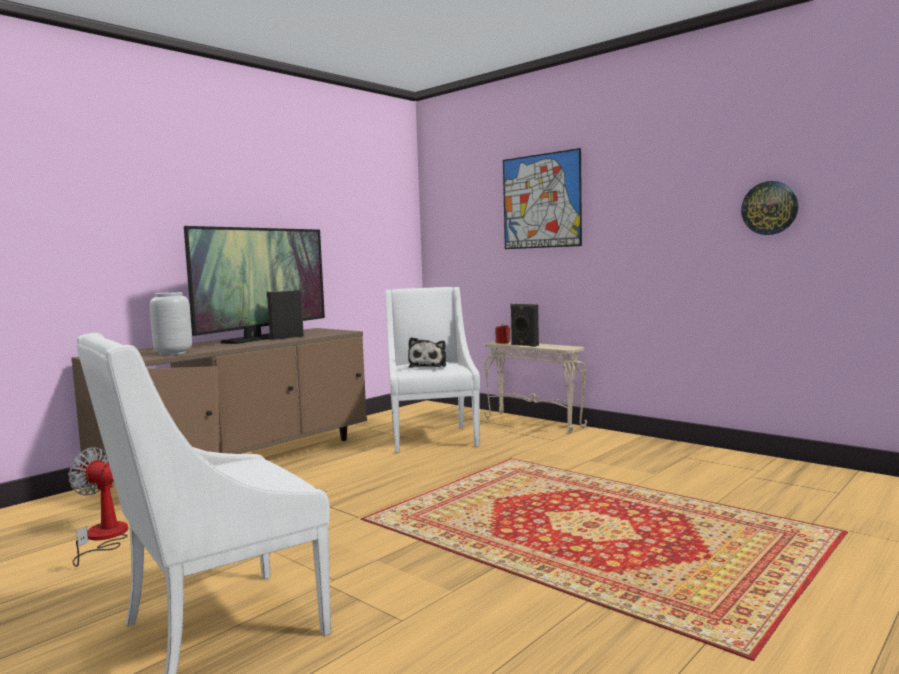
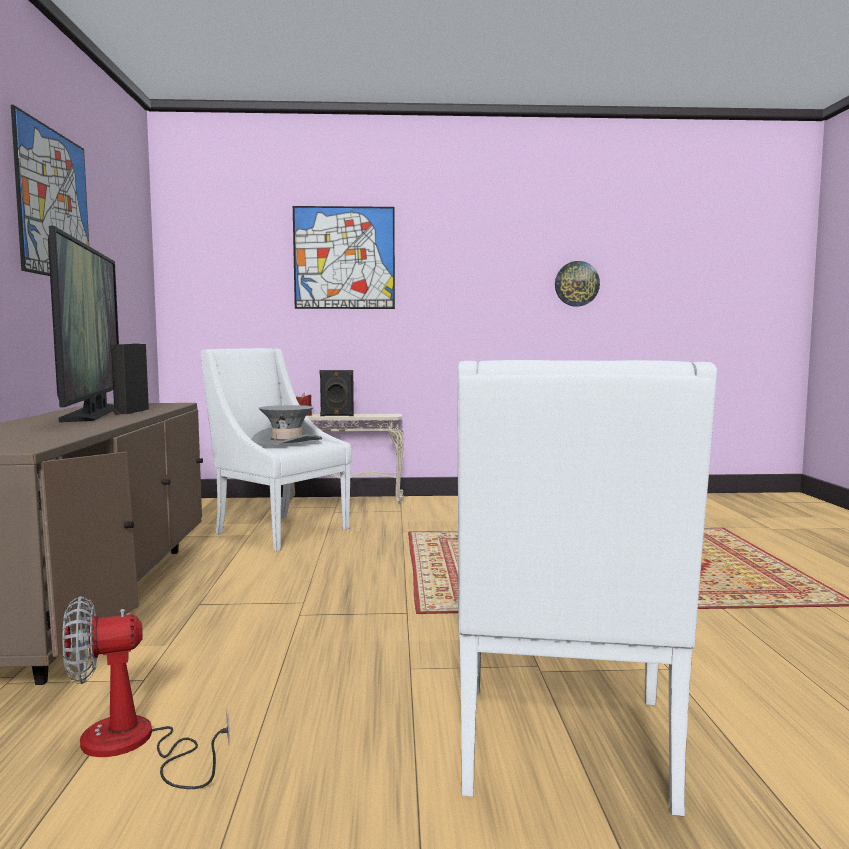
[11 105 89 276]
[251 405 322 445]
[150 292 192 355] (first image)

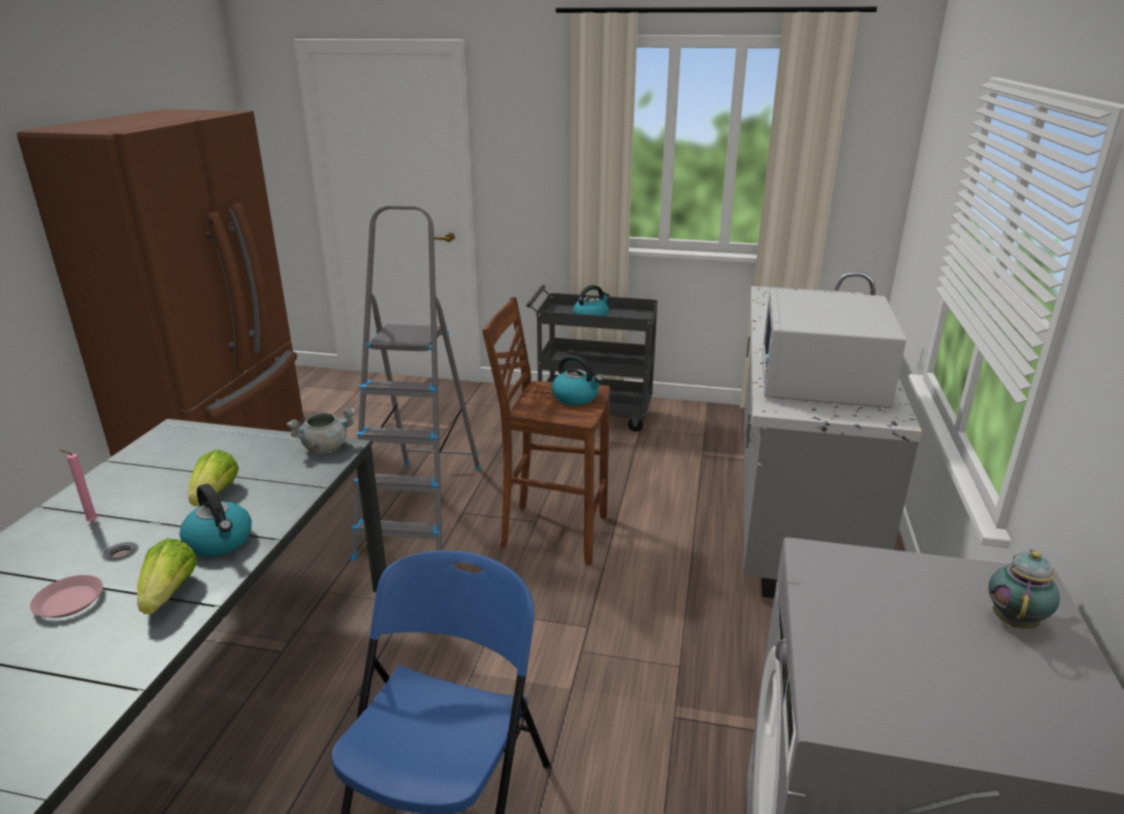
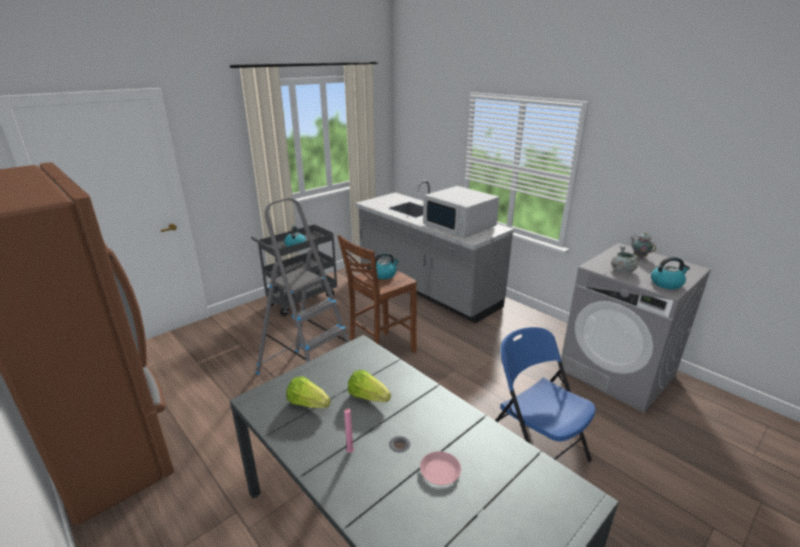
[286 377 331 408]
[611 246 638 272]
[651 257 690 289]

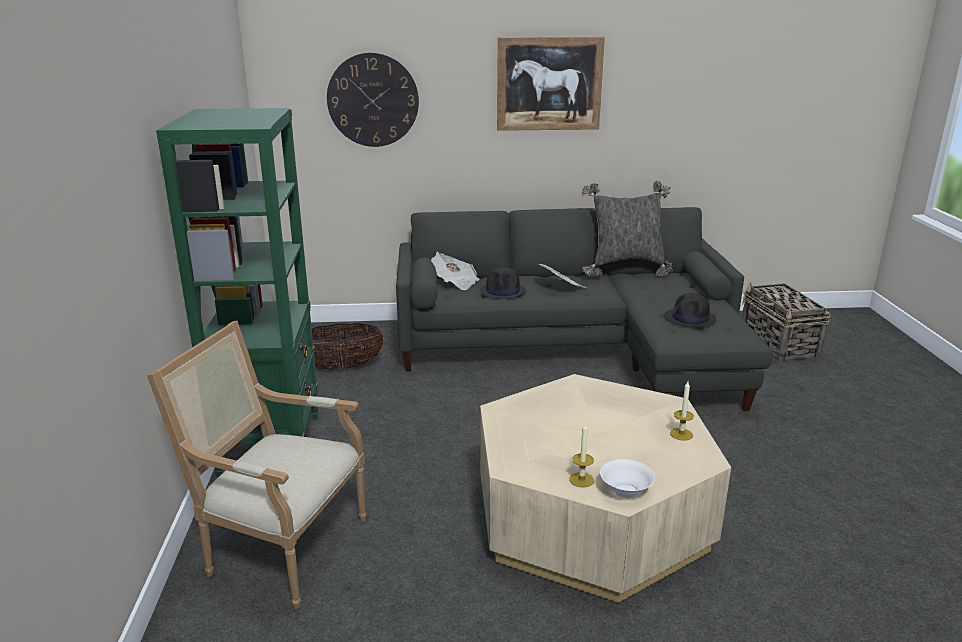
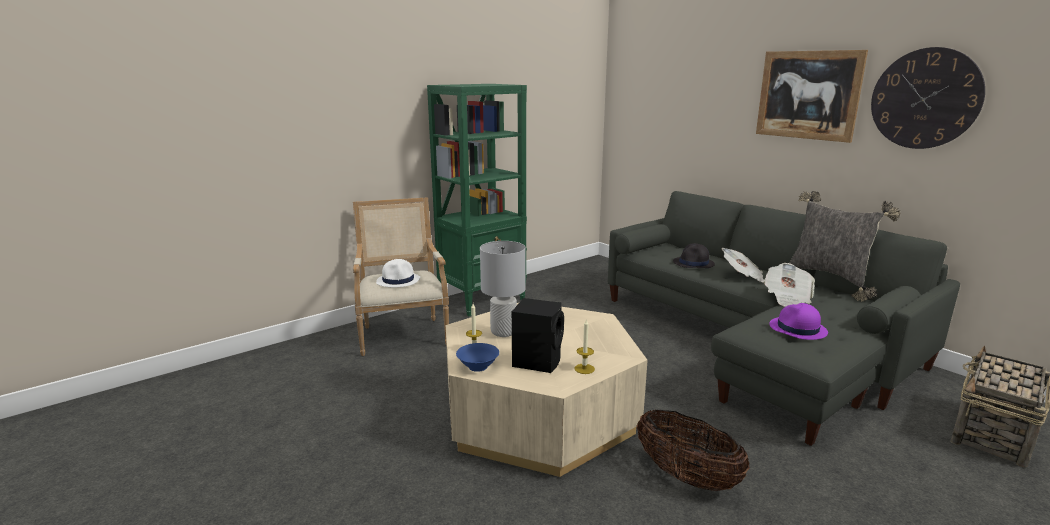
[376 259 420 287]
[456 343 499 372]
[480 241 526 337]
[512 298 564 373]
[637 409 750 491]
[764 263 815 307]
[769 303 828 340]
[871 47 985 149]

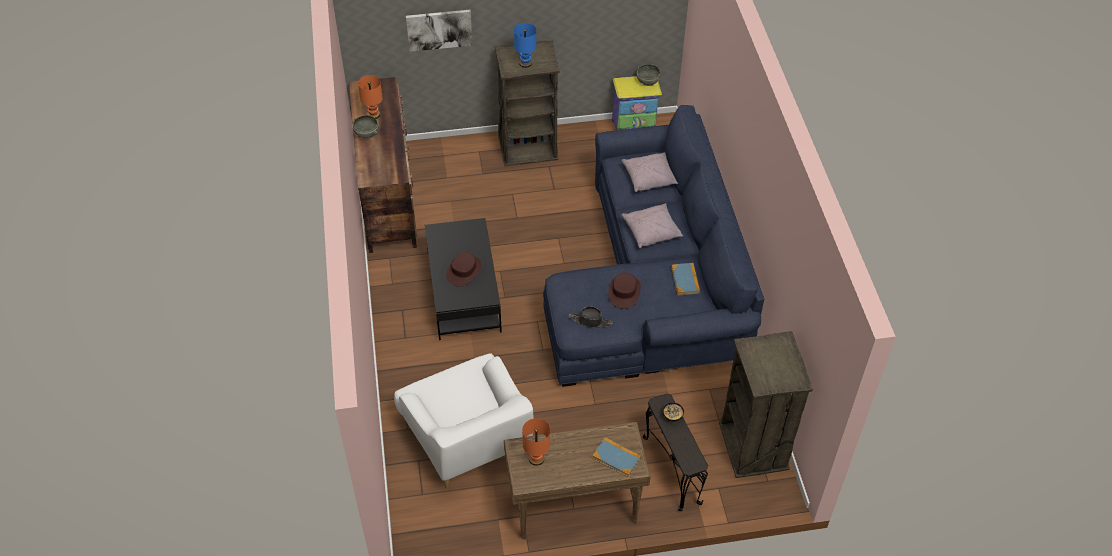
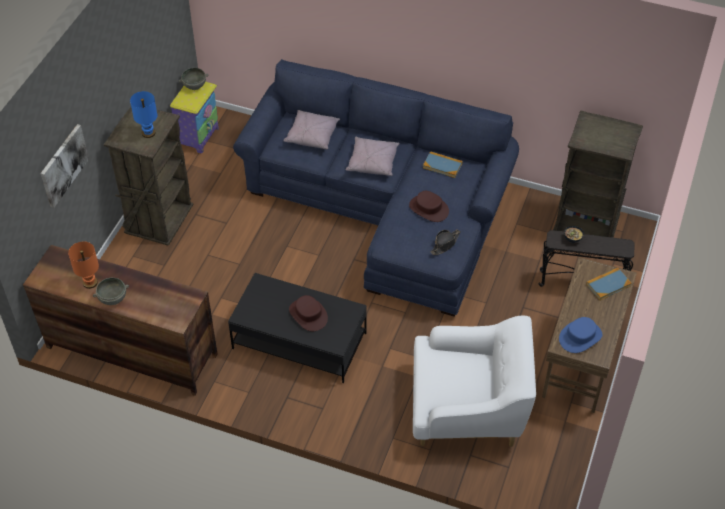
[559 317 603 353]

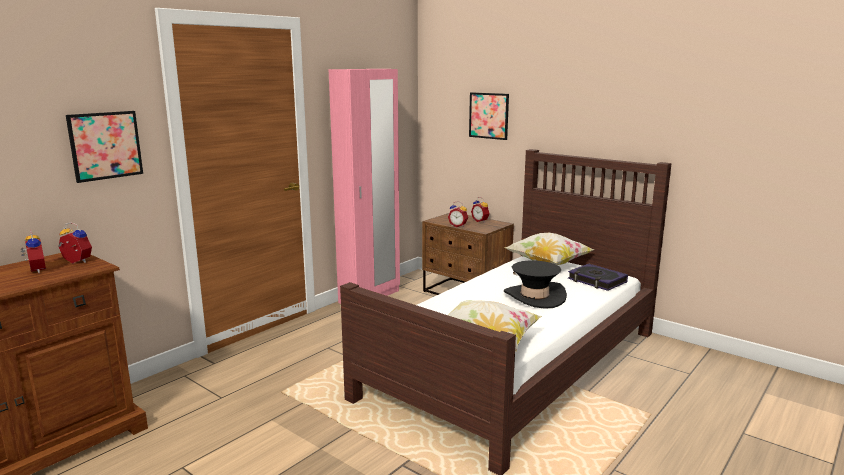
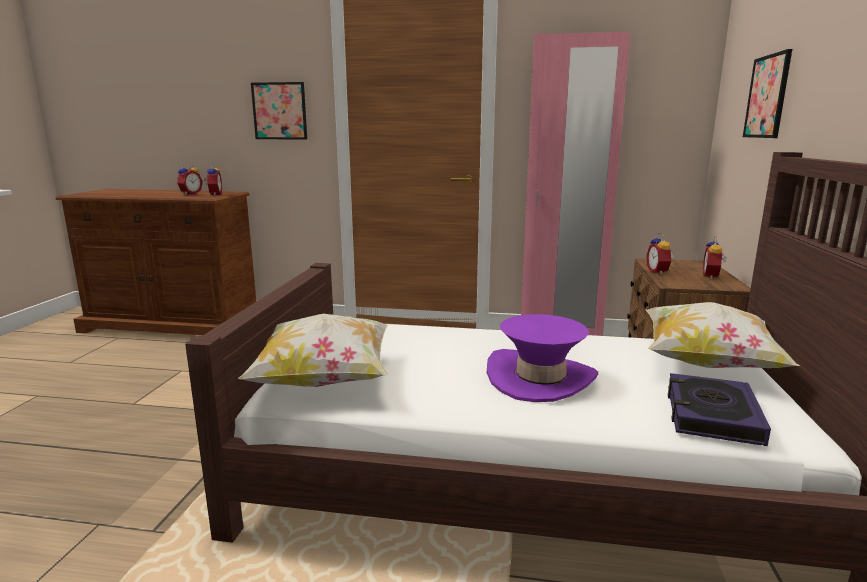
[487 314 598 402]

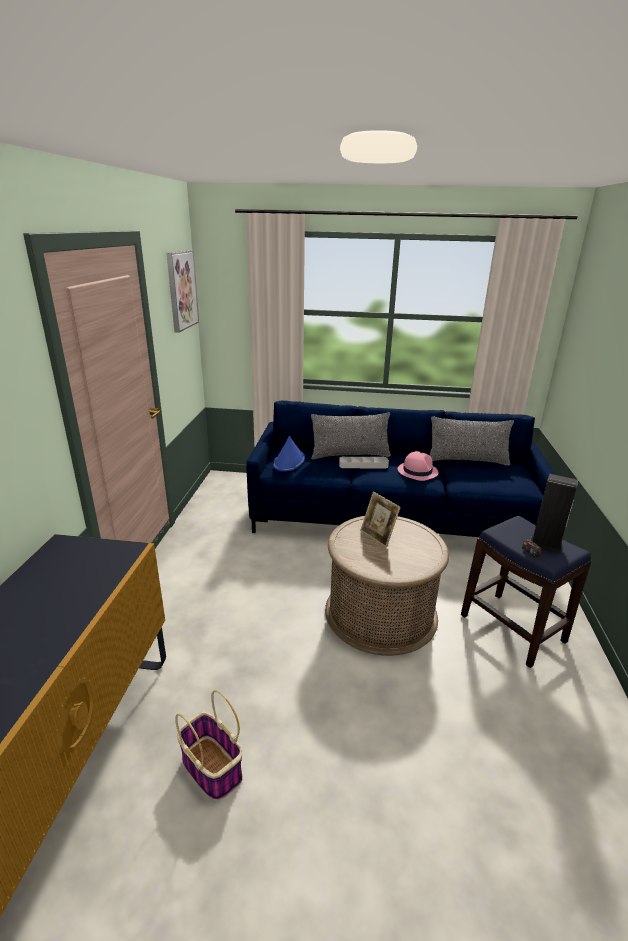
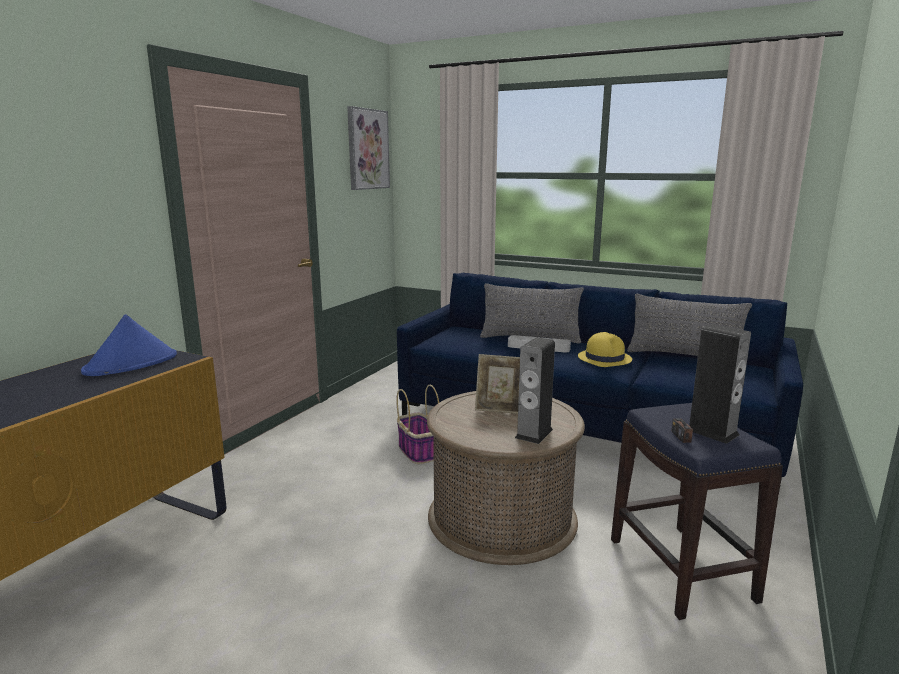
[81 314 177 376]
[396 385 439 464]
[475 354 520 414]
[515 337 555 444]
[578 332 632 367]

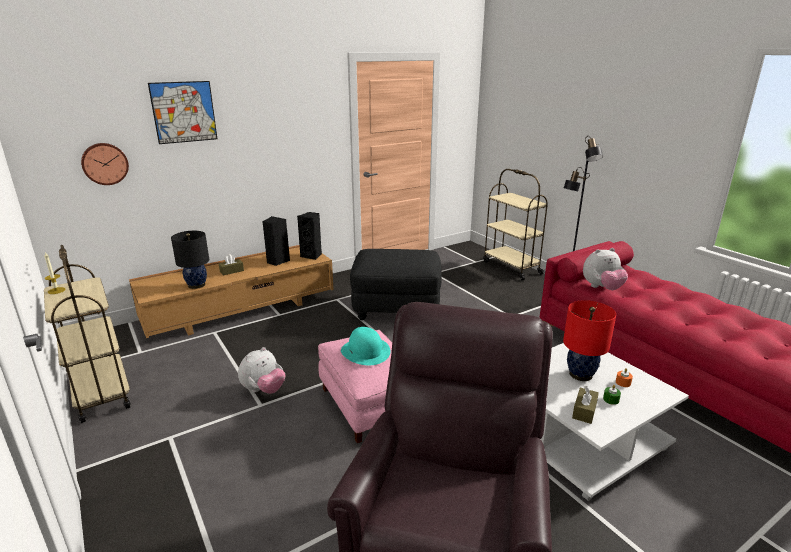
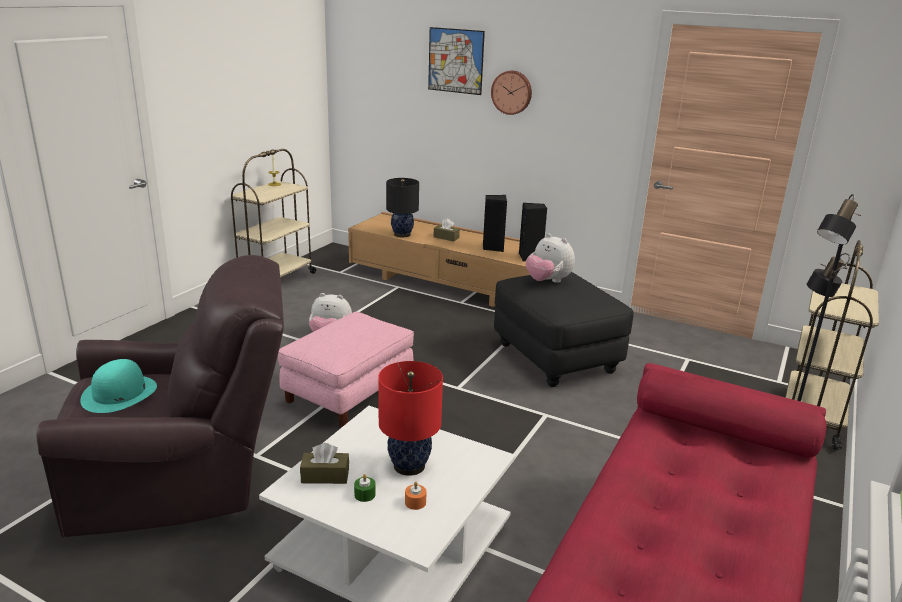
[80 359 157 413]
[491 71 532 115]
[526 233 575 283]

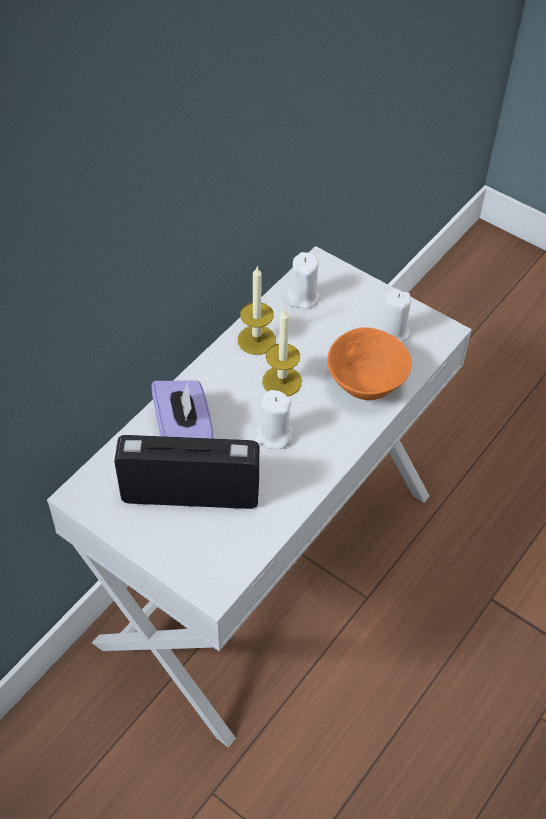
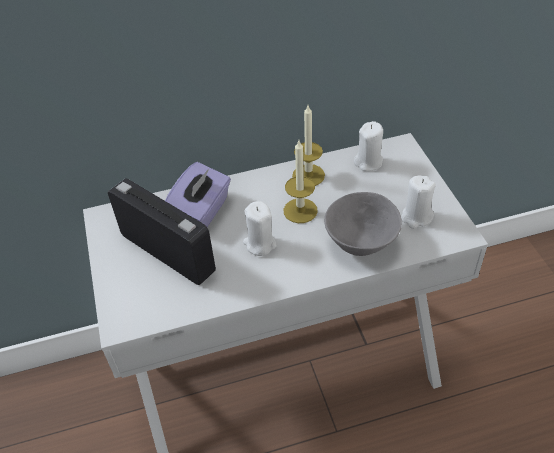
[324 192 402 256]

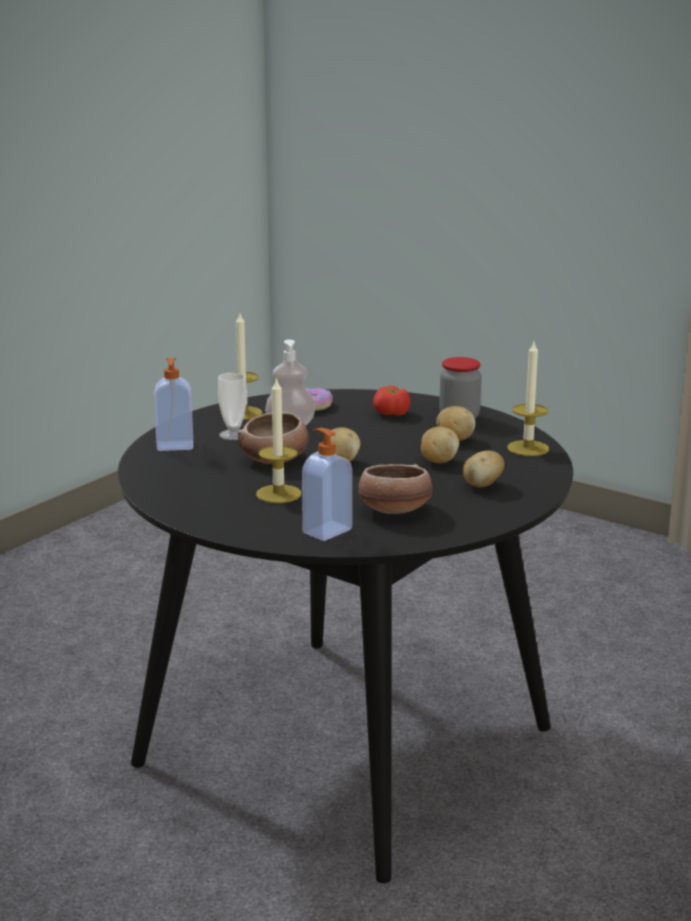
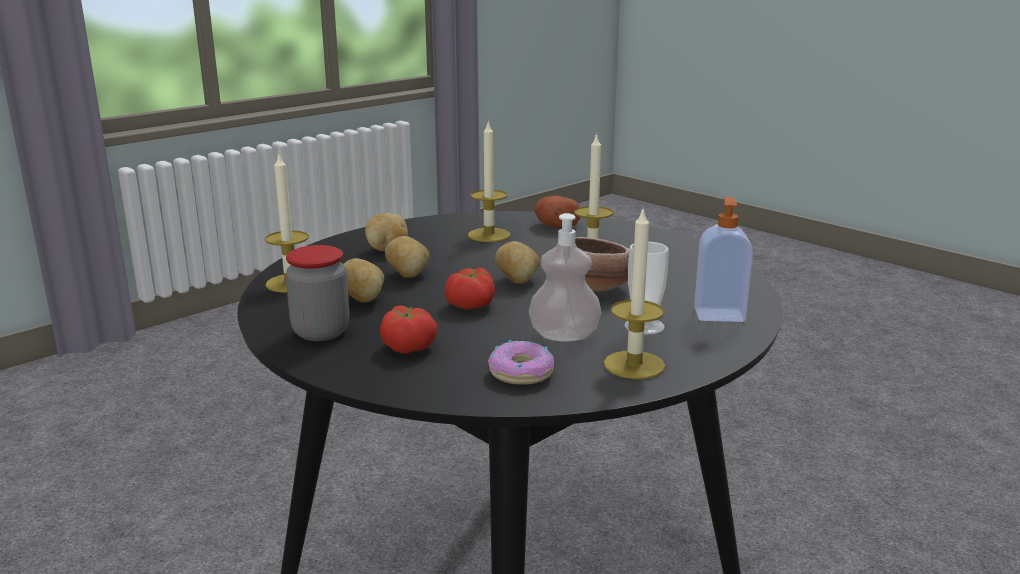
[445 268 495 310]
[468 120 511 242]
[534 196 580 228]

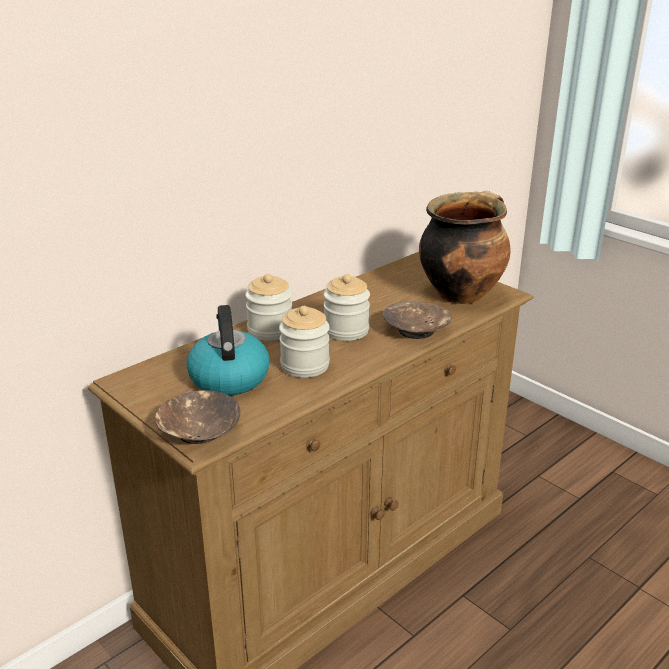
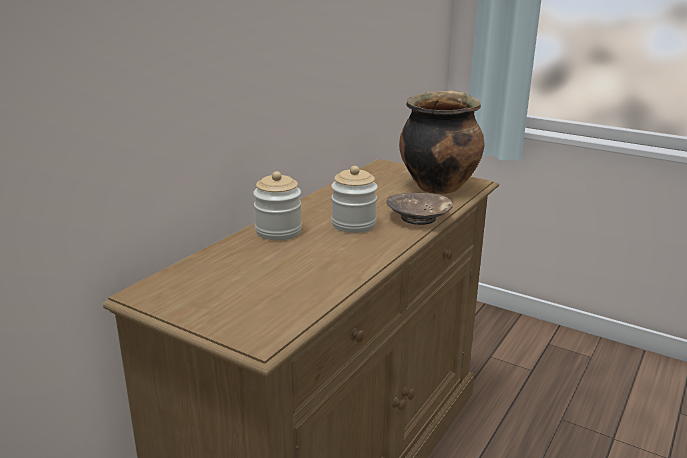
[155 390 240 444] (first image)
[186 305 270 396] (first image)
[279 306 330 378] (first image)

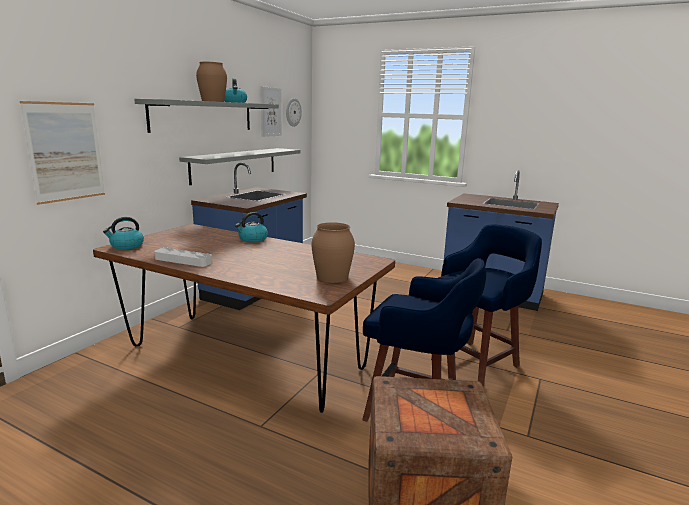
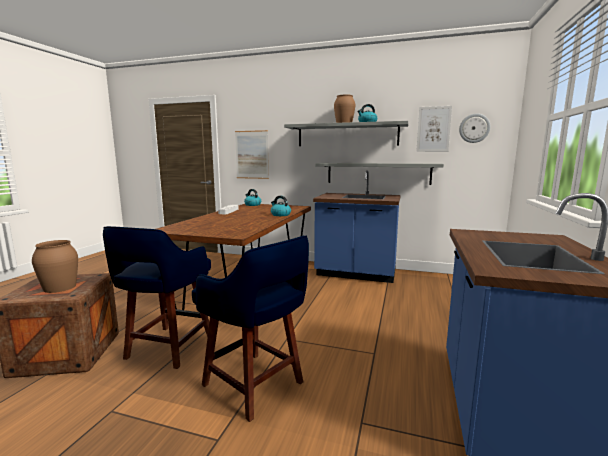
[32 240 78 293]

